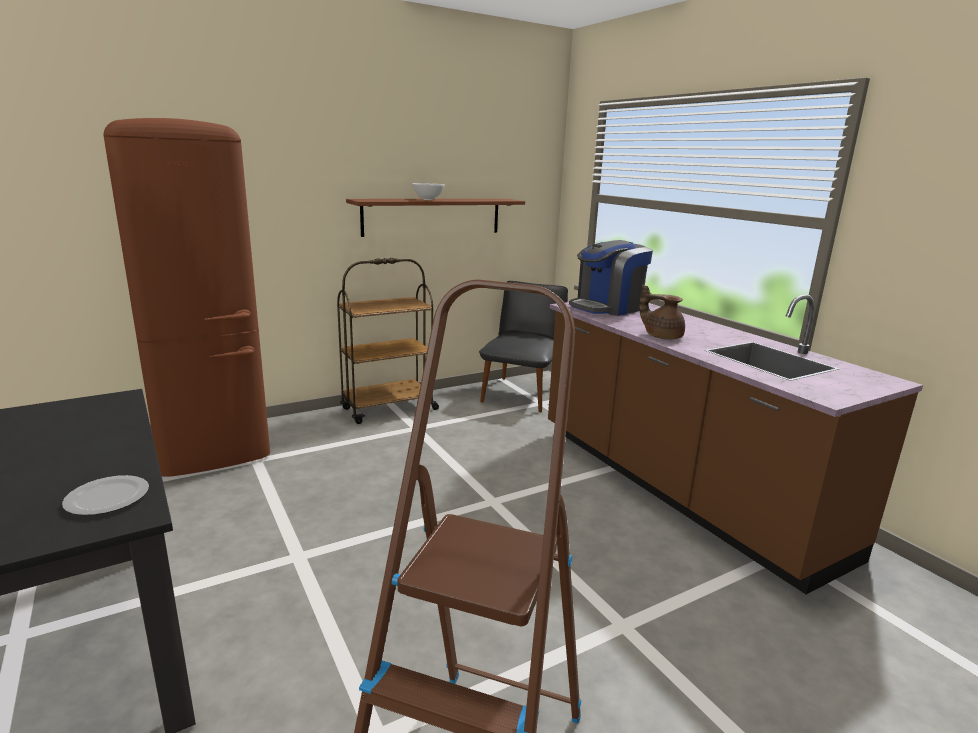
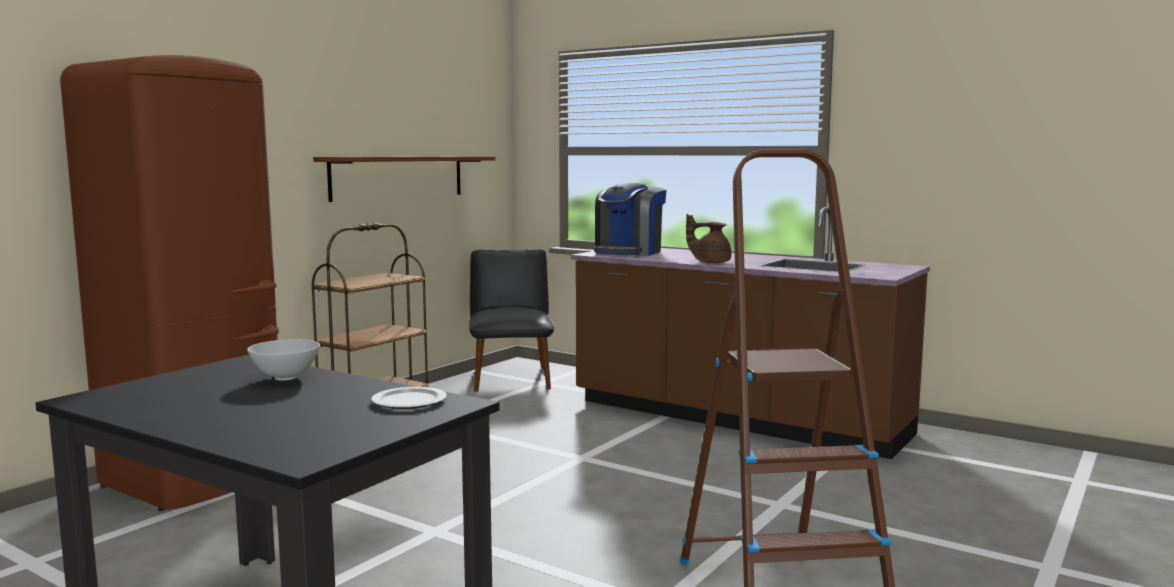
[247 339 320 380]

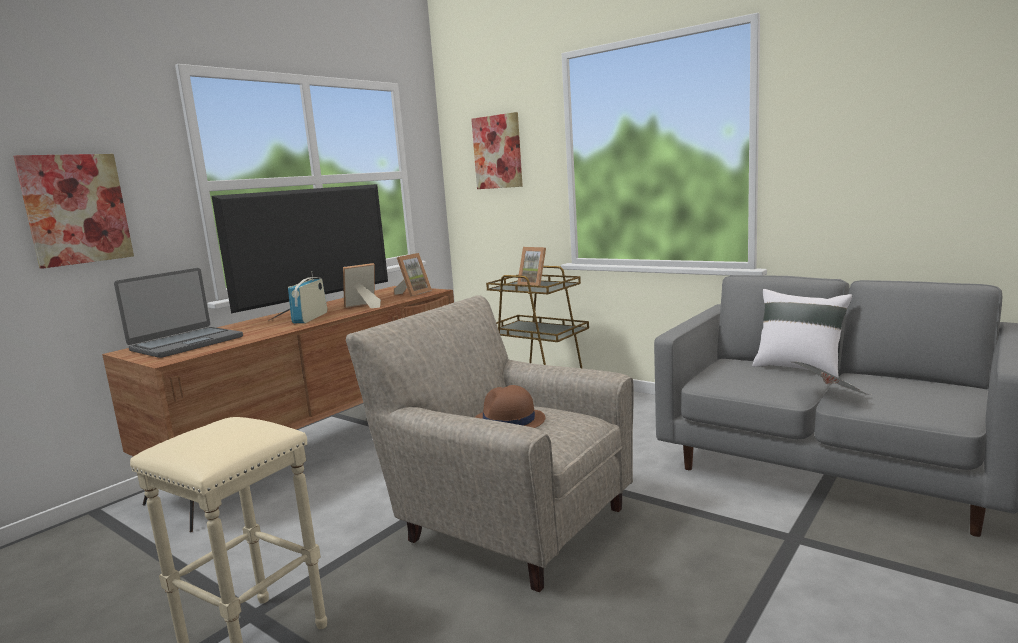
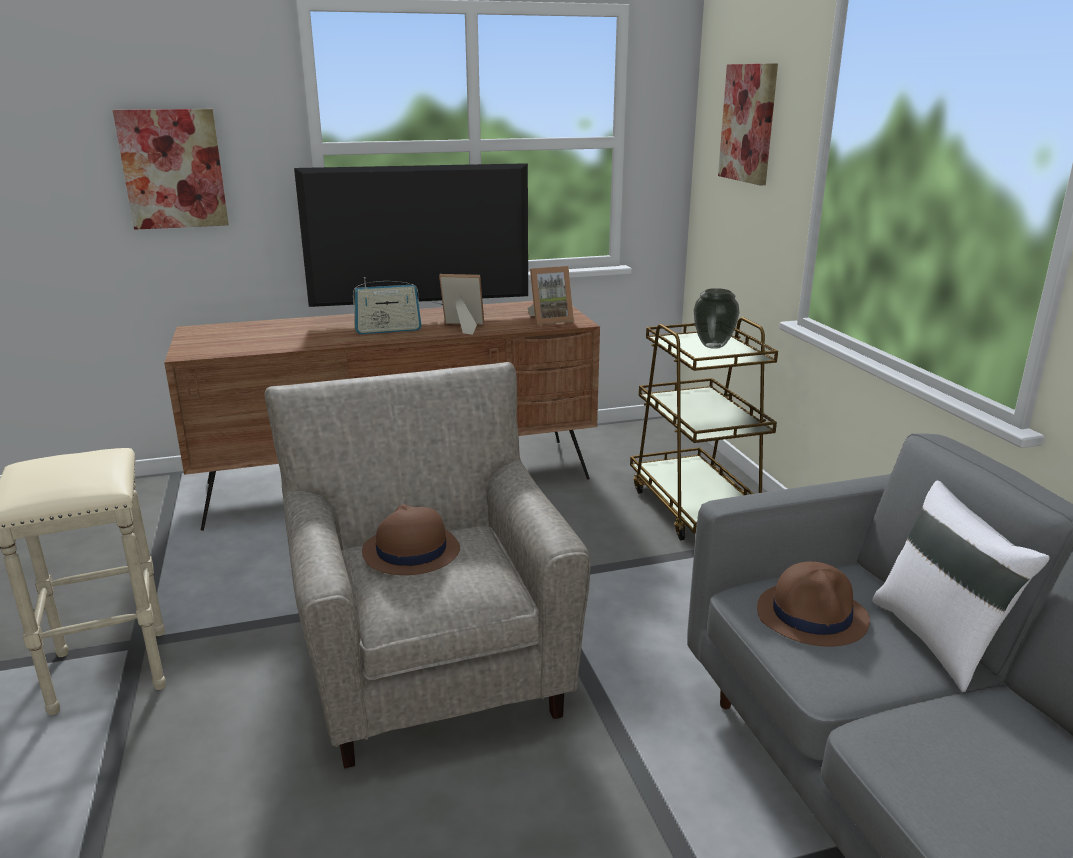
[353 277 422 334]
[694 288 740 349]
[757 561 870 646]
[114 268 243 358] (first image)
[792 362 870 395] (first image)

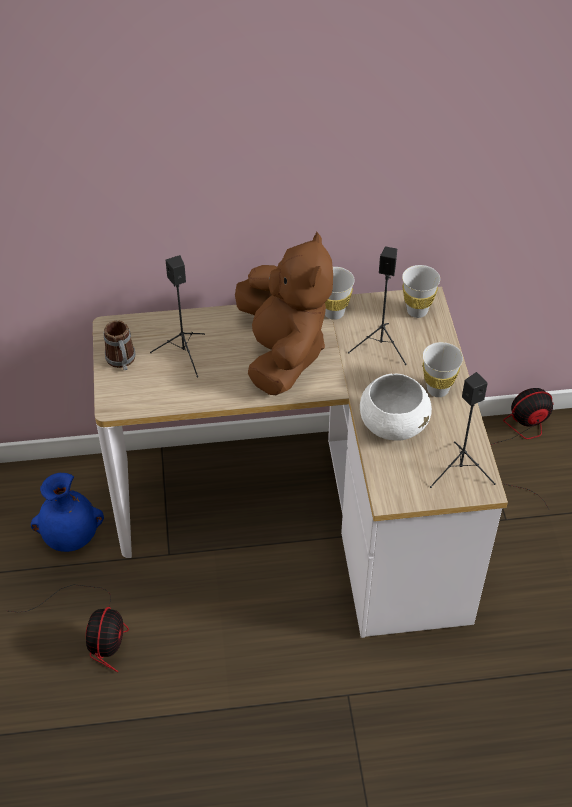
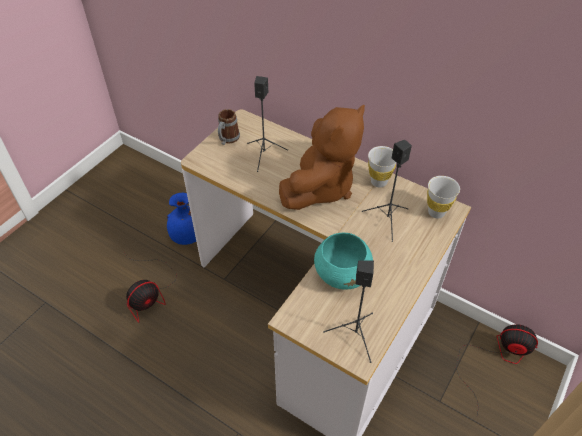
[314 233 373 290]
[423 342 463 397] (first image)

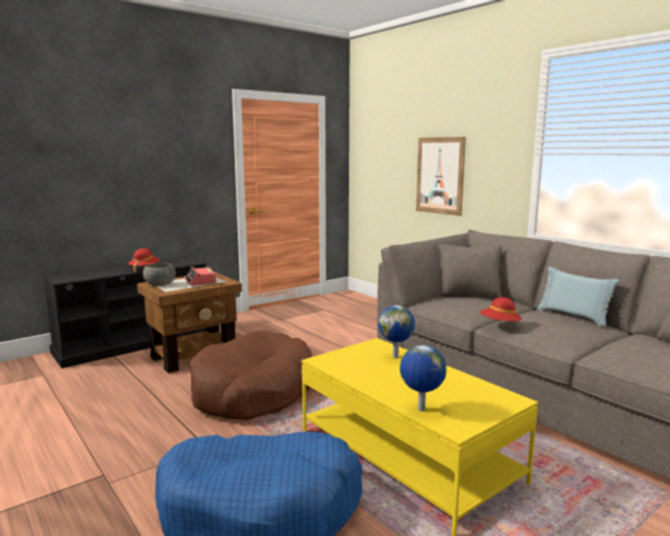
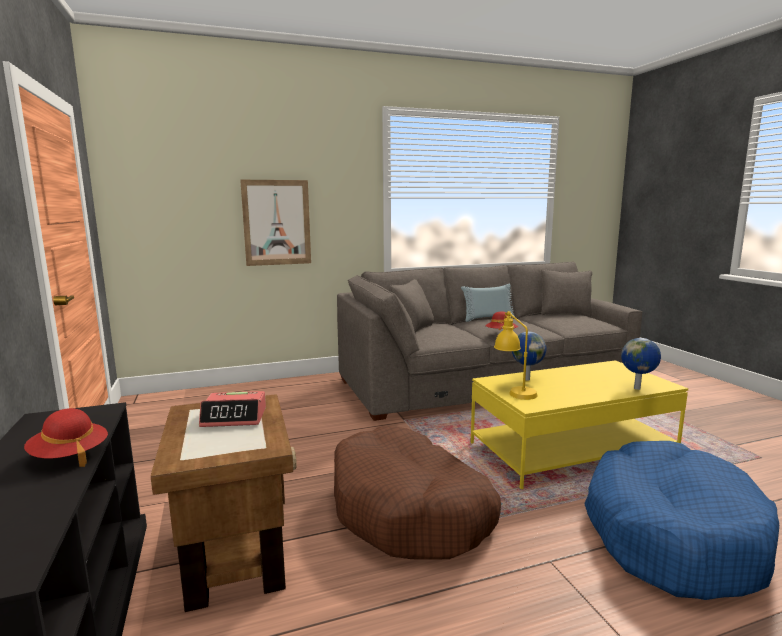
[494 311 538 400]
[143 263 176 286] (first image)

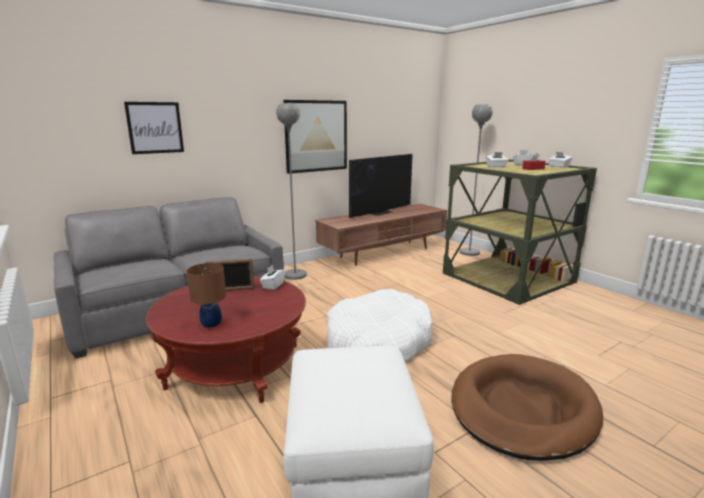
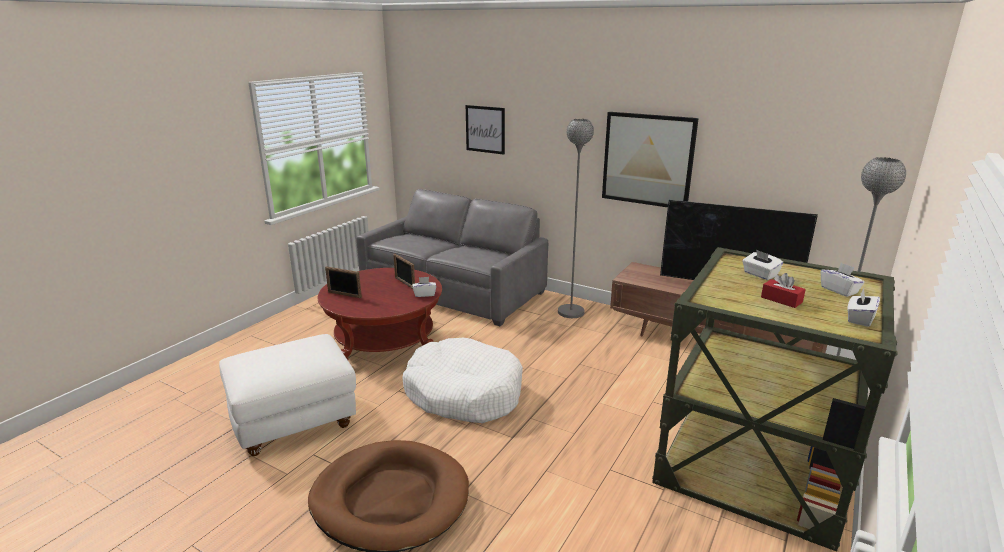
[325 266 362 298]

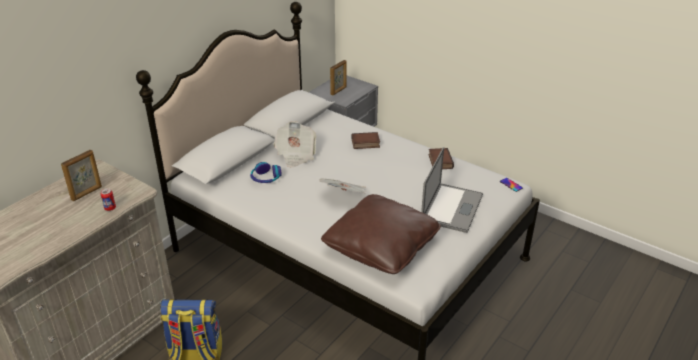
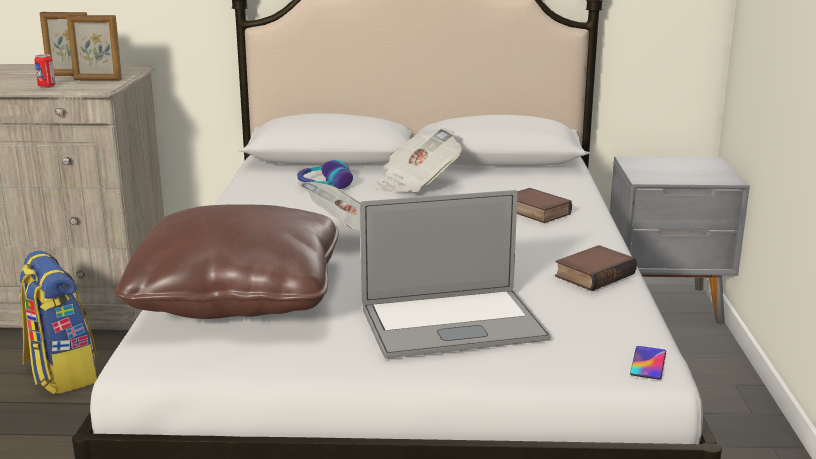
[67 15 122 81]

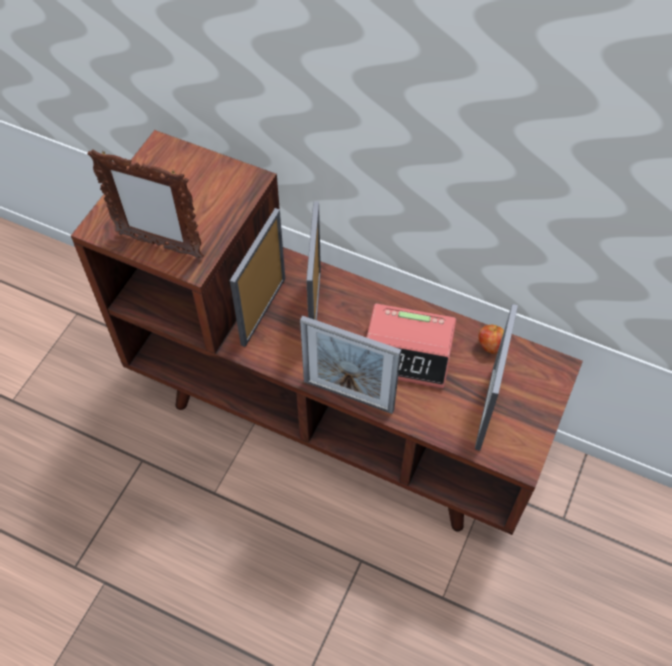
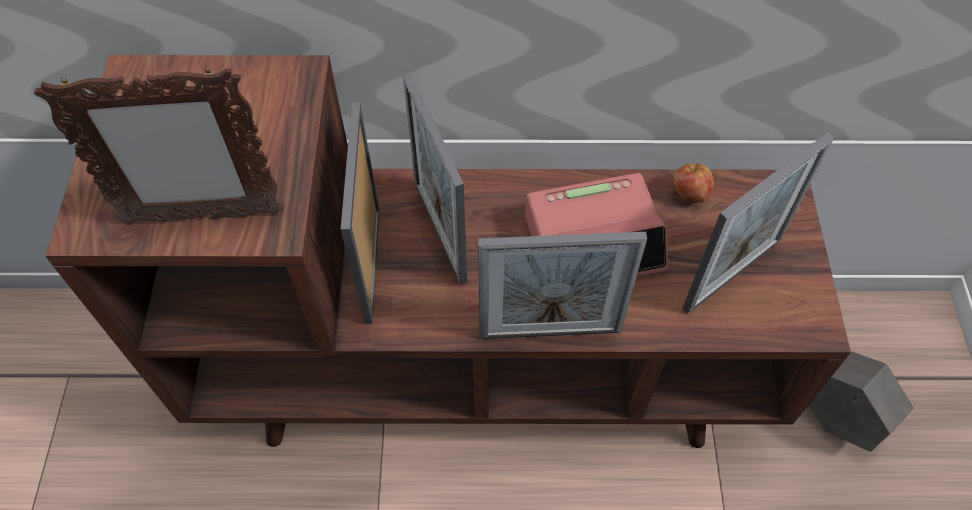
[682 133 834 314]
[809 351 914 452]

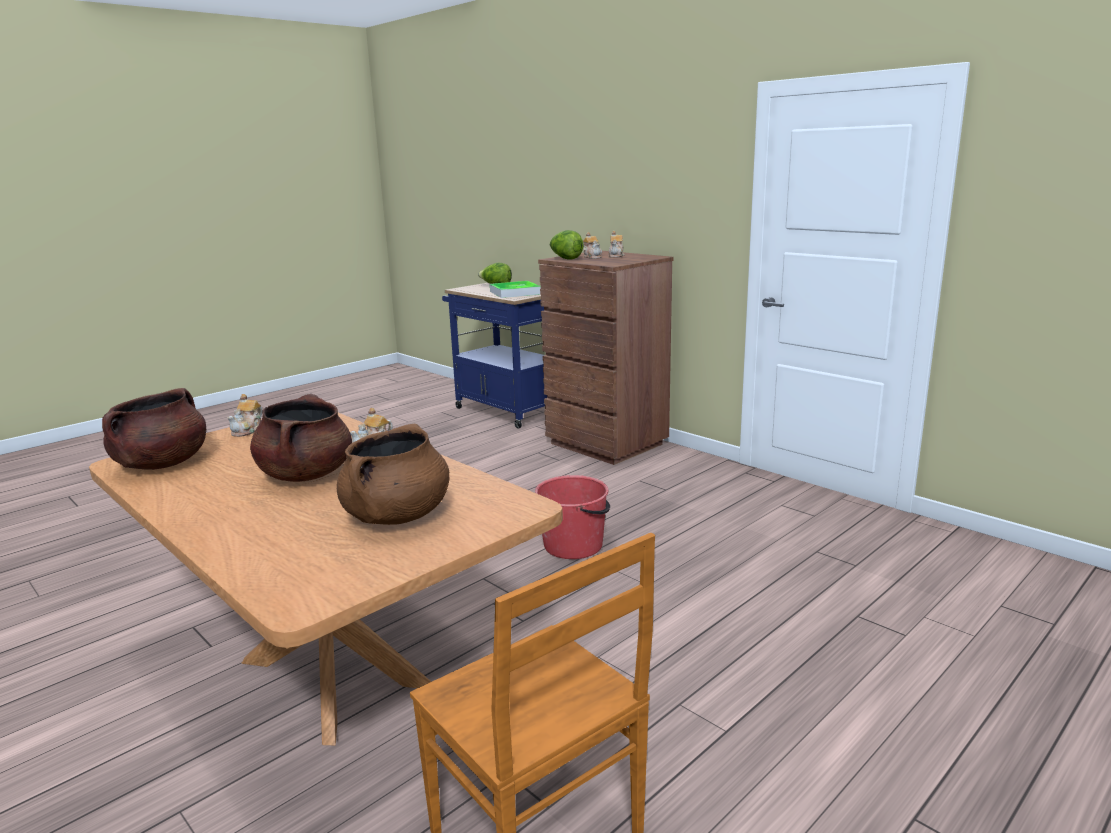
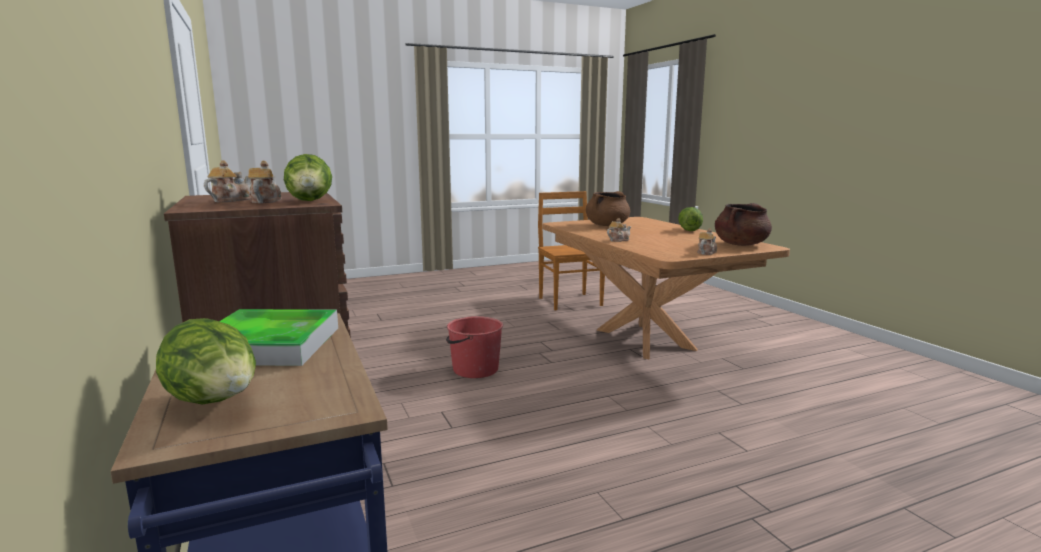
[678 207 703 231]
[250 394 352 482] (first image)

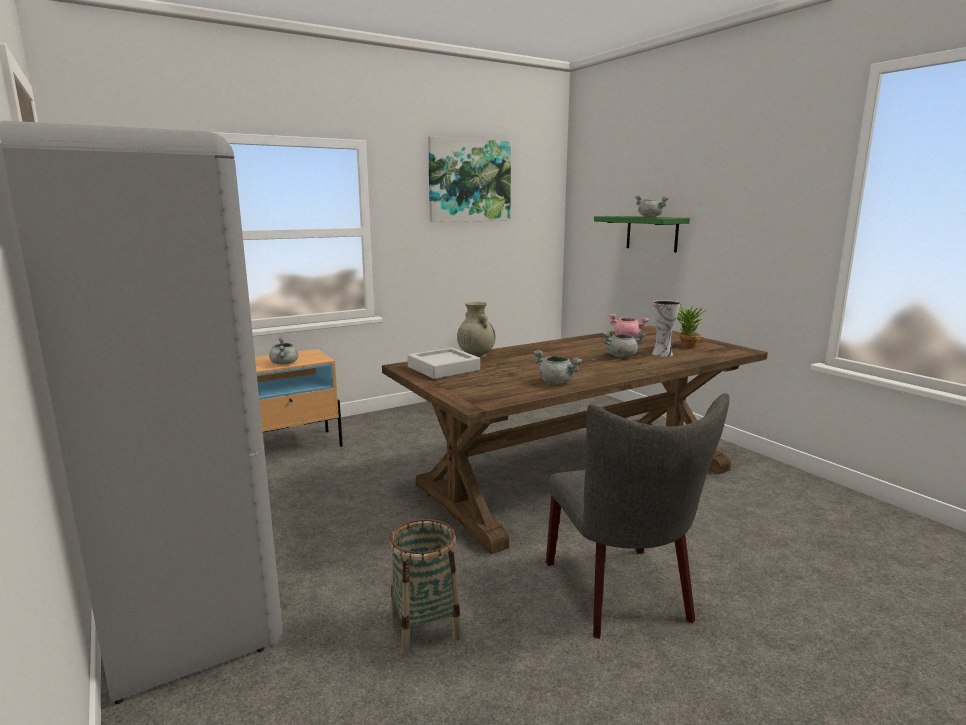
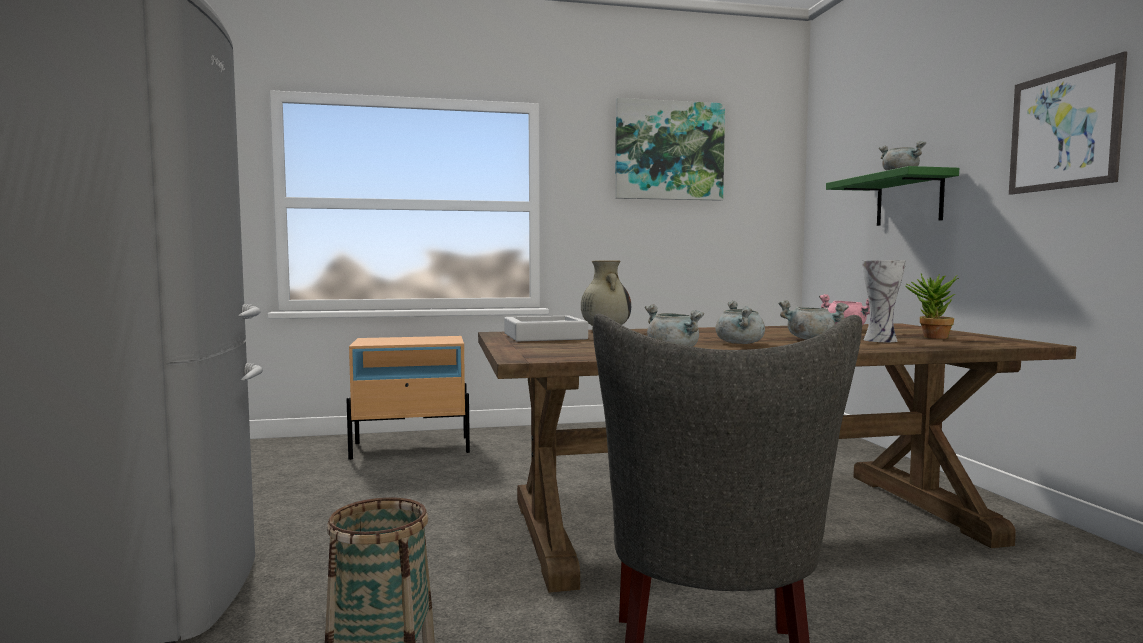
[716 301 765 344]
[1009 51 1127 195]

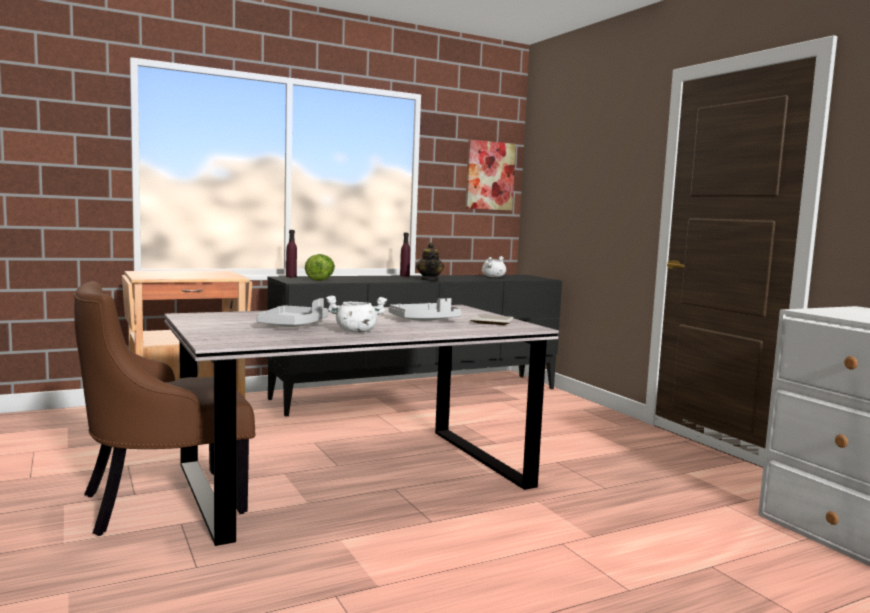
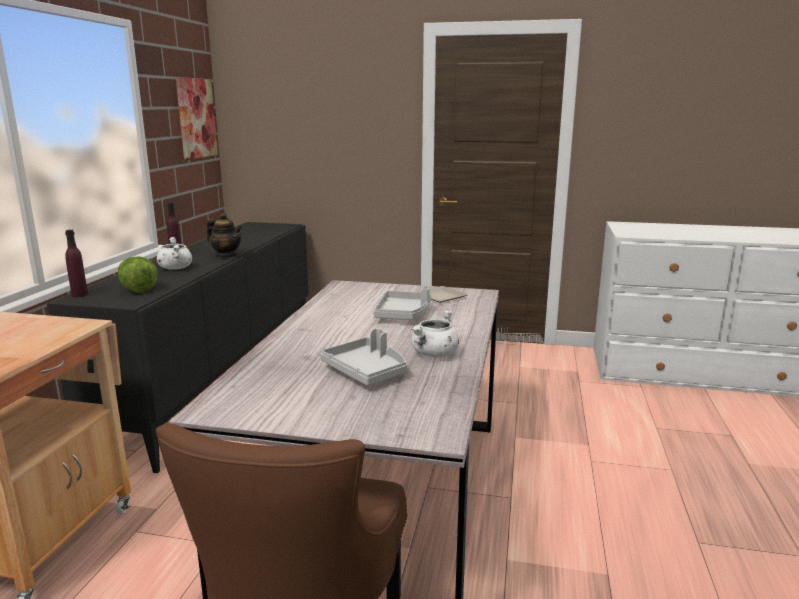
[157 237 192 270]

